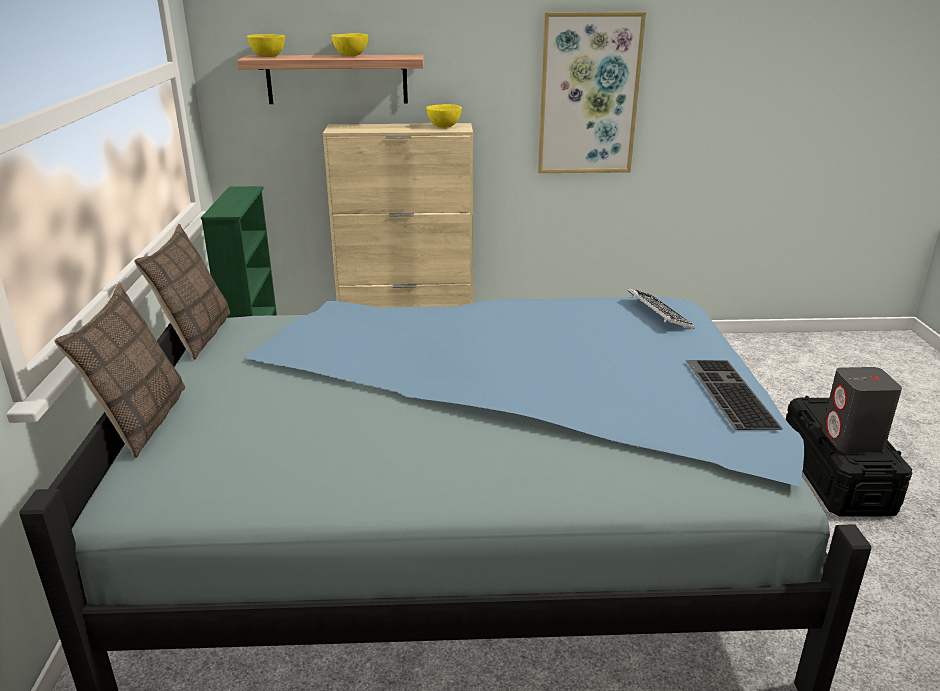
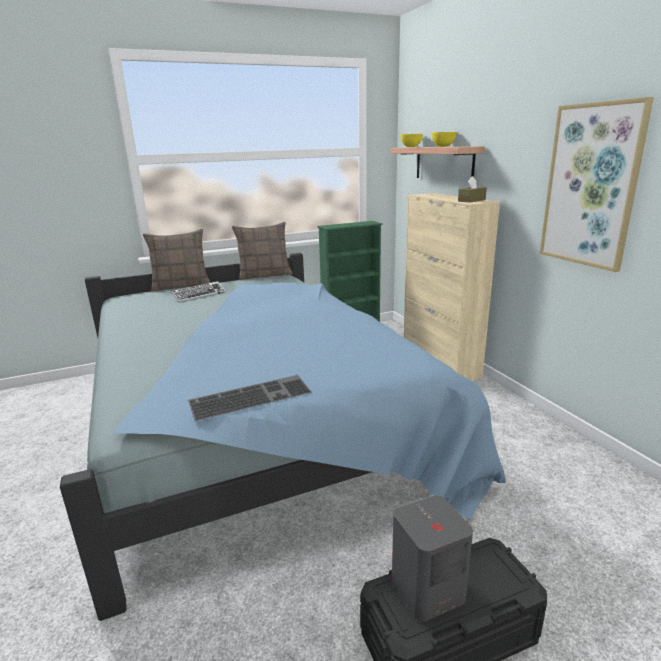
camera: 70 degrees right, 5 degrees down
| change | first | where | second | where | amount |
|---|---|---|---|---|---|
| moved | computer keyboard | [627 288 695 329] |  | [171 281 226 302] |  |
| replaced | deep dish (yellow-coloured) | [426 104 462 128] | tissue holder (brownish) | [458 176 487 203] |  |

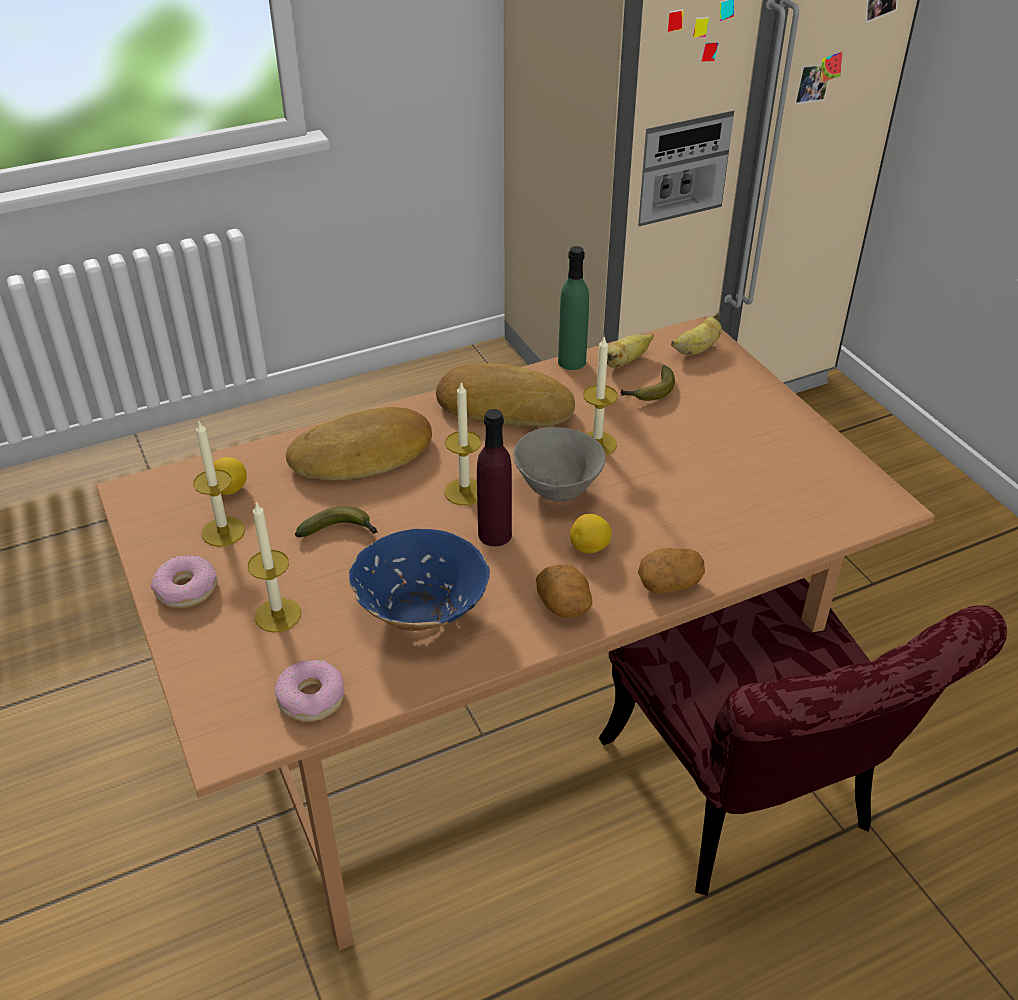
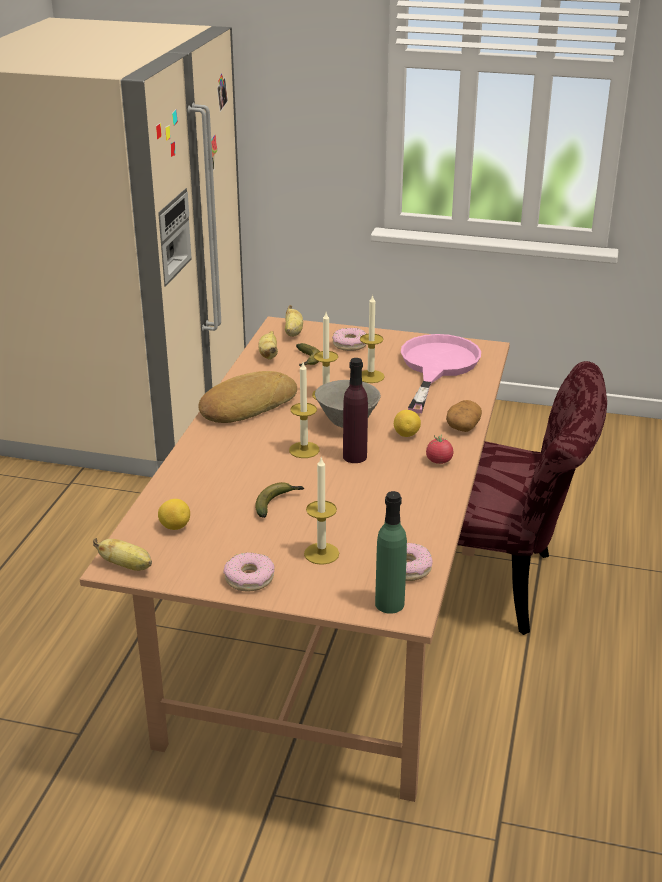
camera: 50 degrees left, 10 degrees down
| change | first | where | second | where | amount |
|---|---|---|---|---|---|
| added |  |  | whole banana | [93 538 152 571] |  |
| added |  |  | ring doughnut | [332 328 367 351] |  |
| moved | candle | [193 422 245 547] |  | [360 294 385 383] |  |
| moved | drink bottle (greenish) | [558 246 589 370] |  | [375 491 407 614] |  |
| added |  |  | skillet (pinkish) | [401 334 481 413] |  |
| replaced | whole potato | [536 565 592 618] | tomato | [426 434 453 464] |  |
| removed | baked bread | [286 407 432 480] |  |  |  |
| removed | deep dish (blue) | [349 529 490 631] |  |  |  |

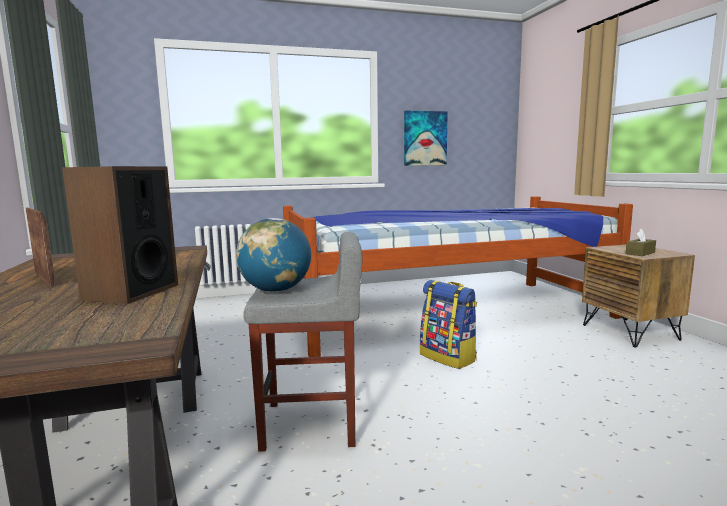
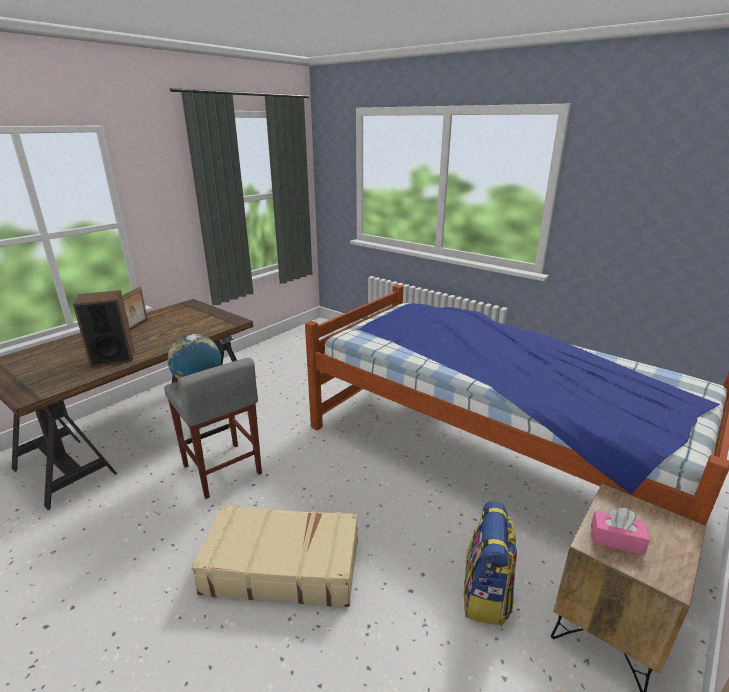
camera: 55 degrees right, 15 degrees up
| change | first | where | second | where | amount |
|---|---|---|---|---|---|
| added |  |  | piece of luggage (beige) | [191 505 358 607] |  |
| moved | backpack | [420 280 477 369] |  | [464 501 517 626] |  |
| recoloured | tissue holder (brownish) | [626 228 656 256] | tissue holder (pinkish) | [591 508 650 555] |  |
| removed | picture | [404 111 448 166] |  |  |  |

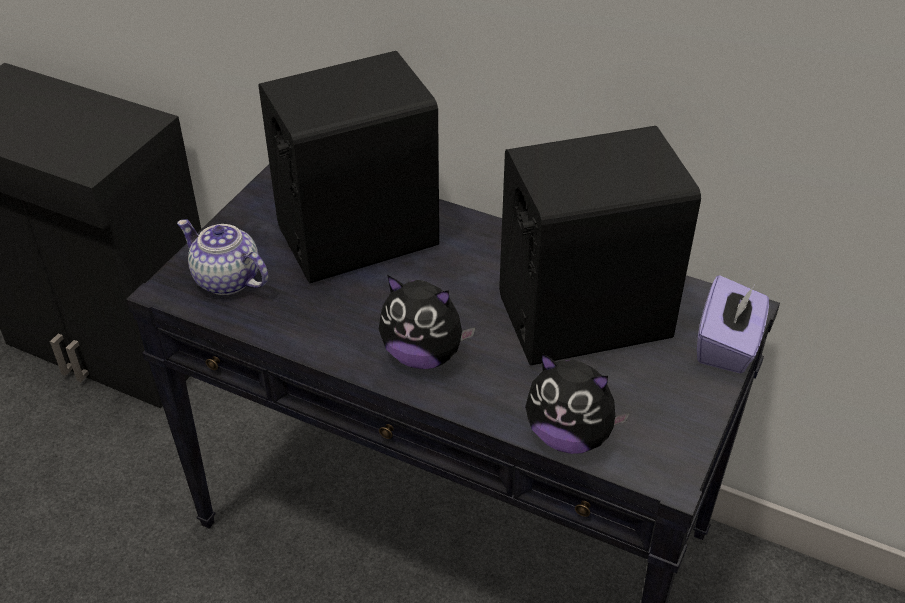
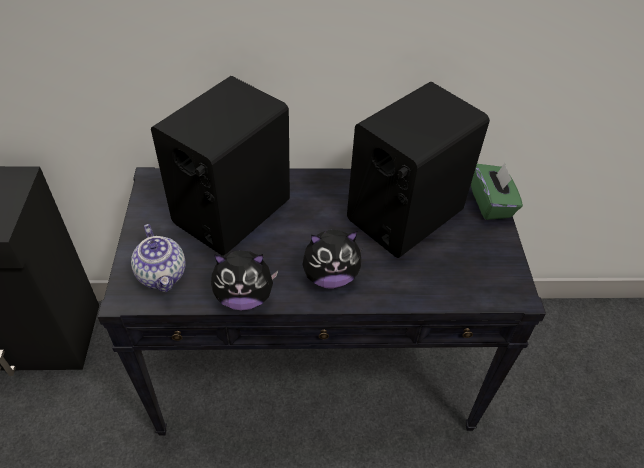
camera: 30 degrees left, 5 degrees up
| change | first | where | second | where | amount |
|---|---|---|---|---|---|
| turned | tea pot | [177 219 268 295] |  | [131 224 186 292] | 120 degrees counterclockwise |
| moved | soft toy | [525 353 630 454] |  | [211 250 278 311] |  |
| recoloured | tissue holder (purple-coloured) | [697 275 769 373] | tissue holder (greenish) | [471 163 523 220] |  |

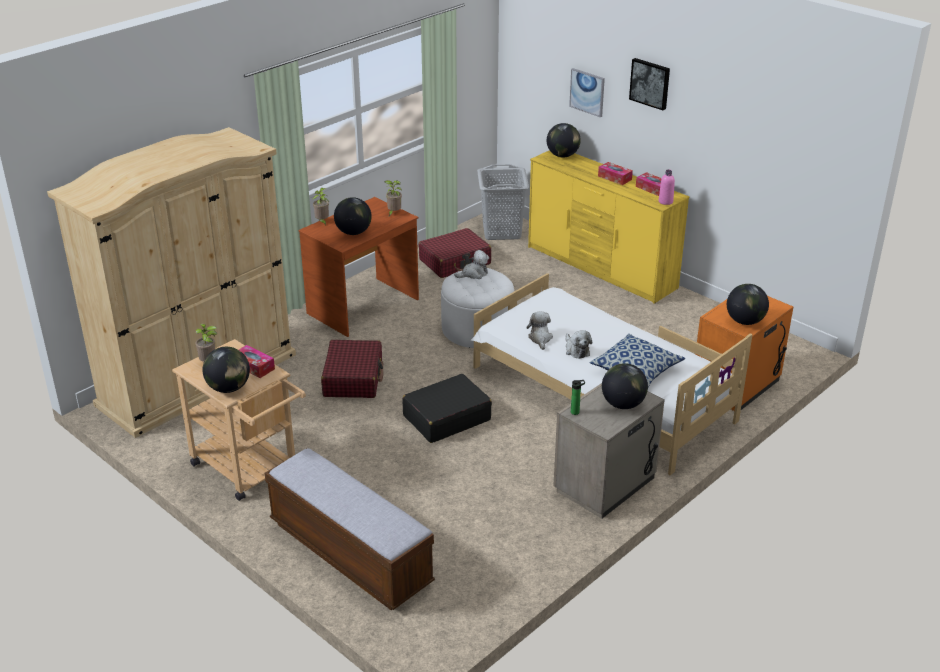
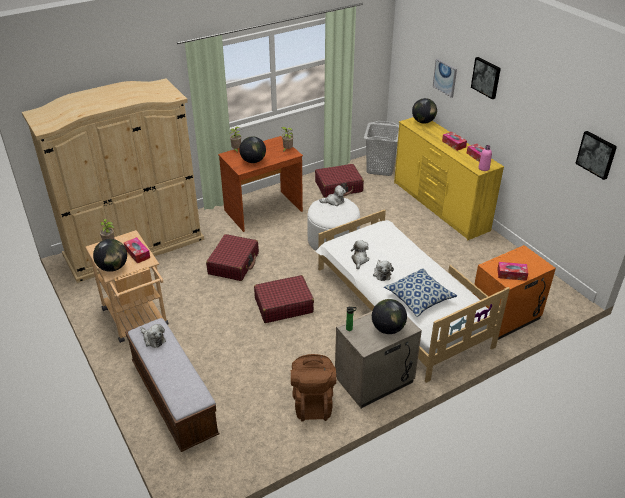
camera: 15 degrees right, 5 degrees up
| change | first | where | second | where | amount |
|---|---|---|---|---|---|
| added |  |  | soft toy | [141 324 166 348] |  |
| recoloured | piece of luggage (black-coloured) | [403 374 492 443] | piece of luggage (reddish) | [254 275 314 323] |  |
| added |  |  | backpack (brownish) | [291 354 336 422] |  |
| replaced | globe | [727 284 769 325] | tissue holder | [497 262 528 281] |  |
| added |  |  | picture | [575 131 617 180] |  |

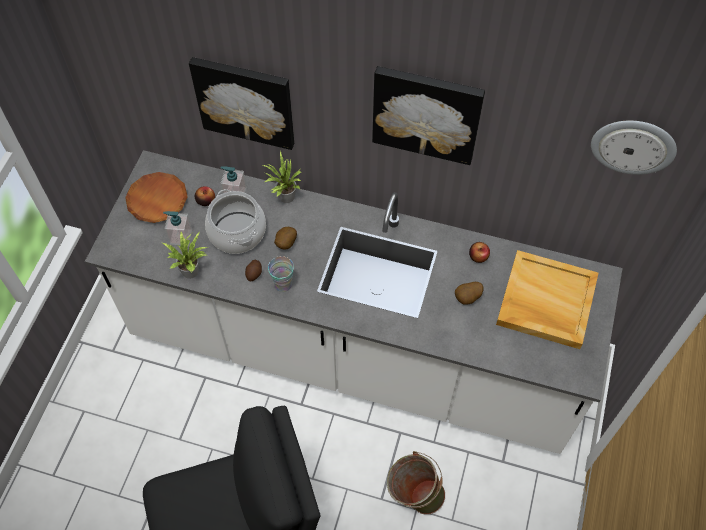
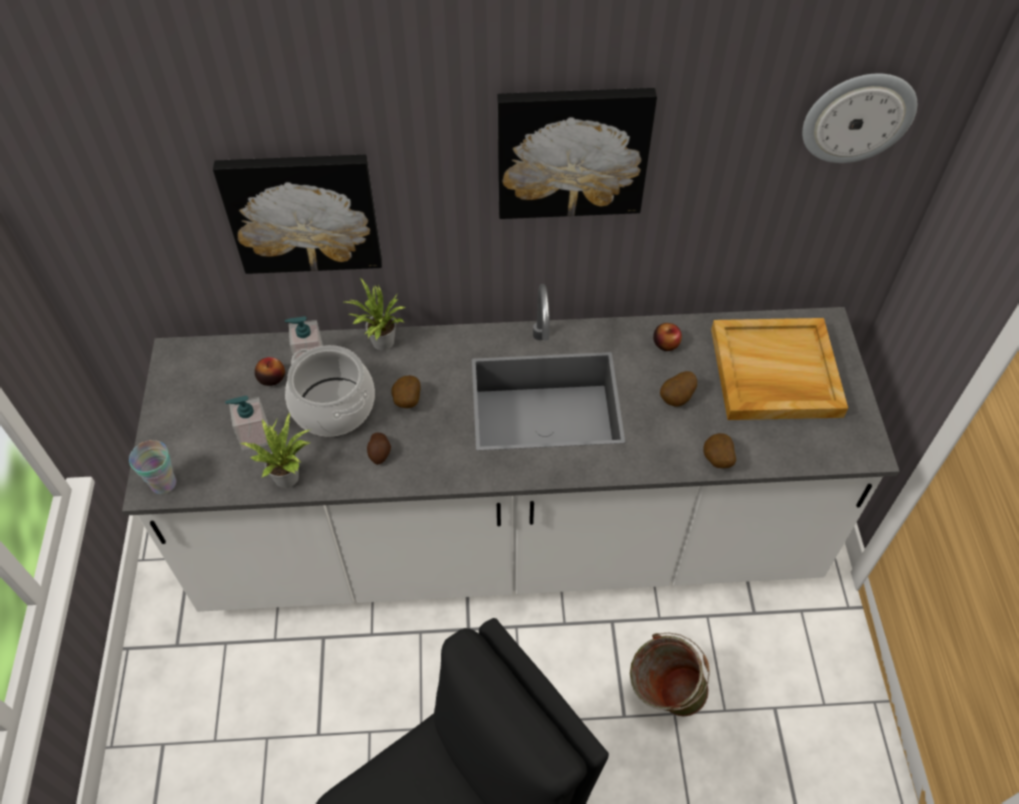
camera: 20 degrees left, 5 degrees down
| change | first | where | second | where | amount |
|---|---|---|---|---|---|
| moved | small cup | [268 256 294 292] |  | [129 440 176 494] |  |
| added |  |  | whole potato | [703 433 736 468] |  |
| removed | flat dish (brownish) | [125 172 188 223] |  |  |  |

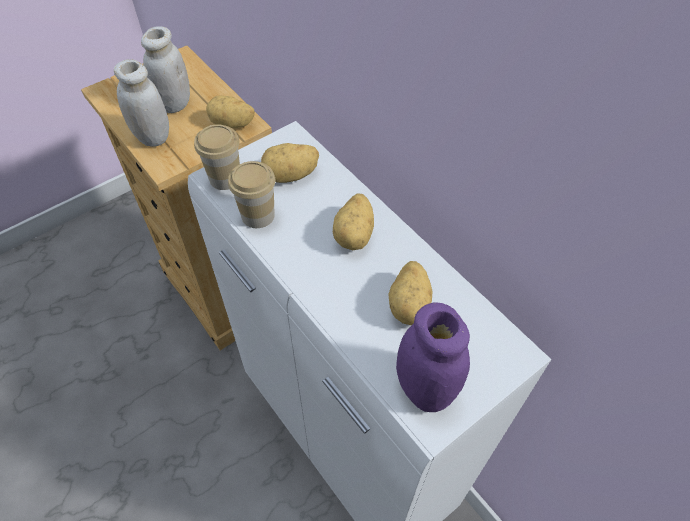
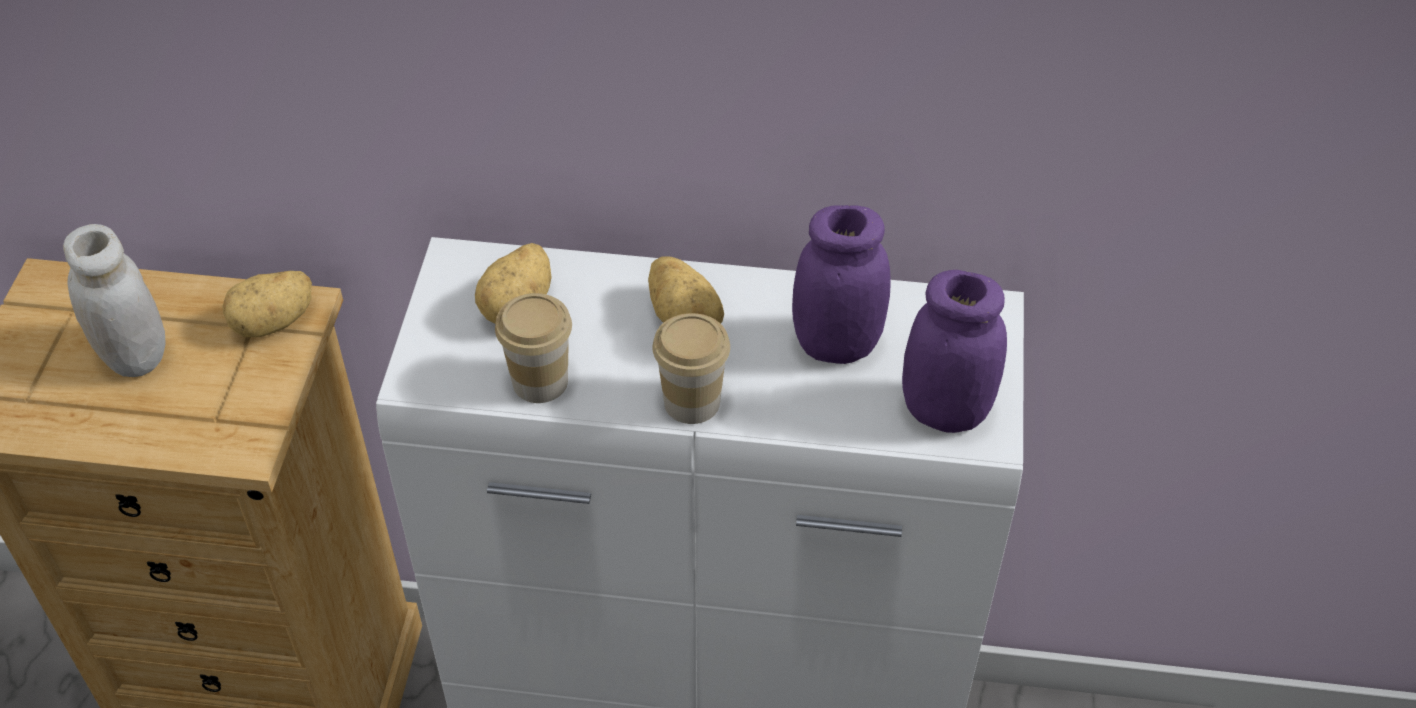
camera: 45 degrees left, 5 degrees down
| change | first | where | second | where | amount |
|---|---|---|---|---|---|
| moved | small cup | [194 124 240 190] |  | [653 313 730 424] |  |
| replaced | whole potato | [388 261 432 325] | preserve jar (purple-coloured) | [792 205 891 364] |  |
| removed | preserve jar (white-coloured) | [114 59 169 147] |  |  |  |

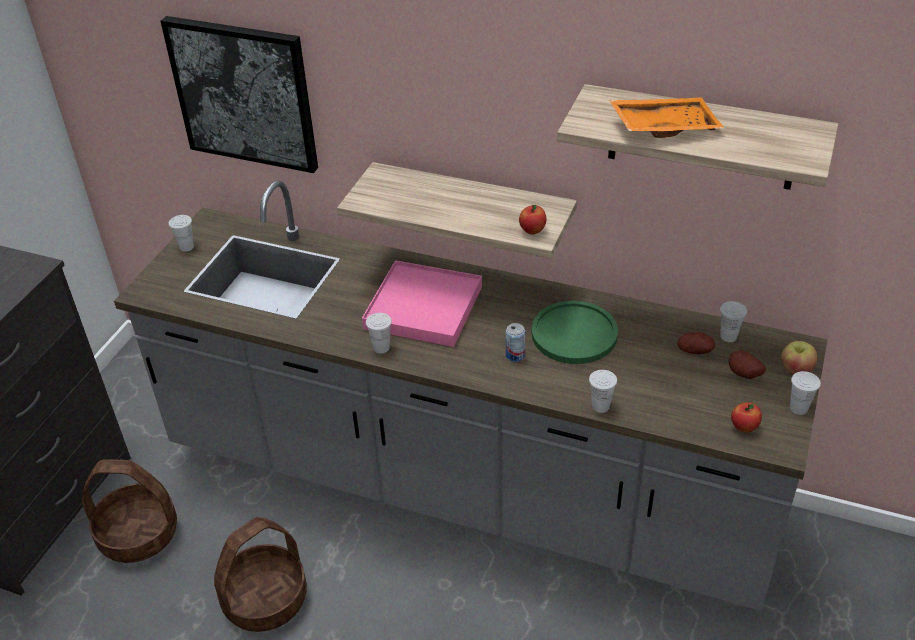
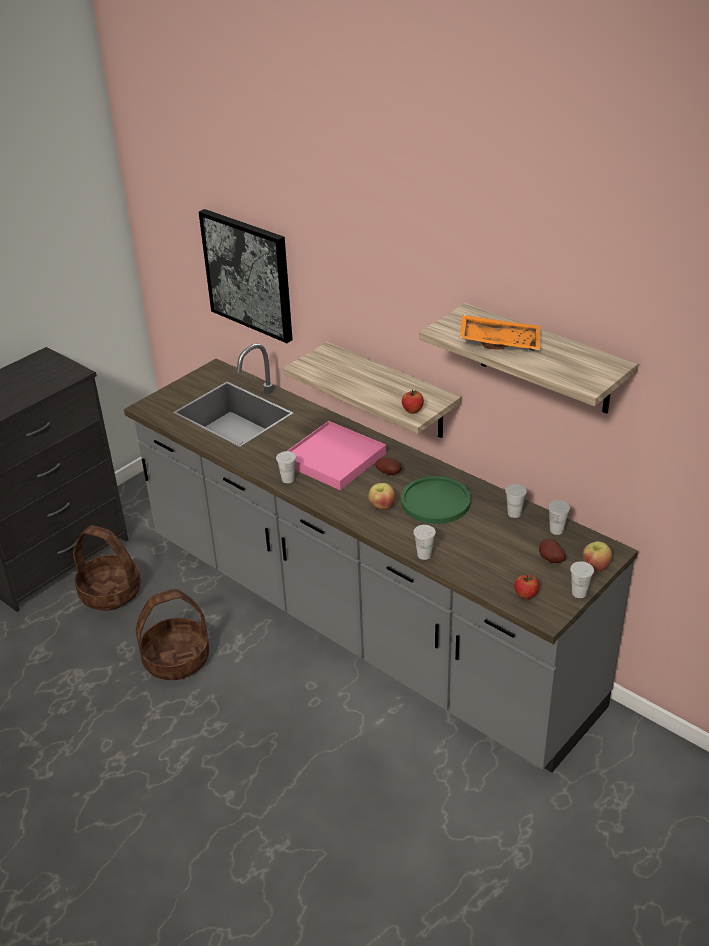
camera: 20 degrees right, 5 degrees down
| change | first | where | second | where | amount |
|---|---|---|---|---|---|
| replaced | metal can | [506 323 525 362] | apple | [368 483 395 510] |  |
| moved | whole potato | [678 332 715 355] |  | [375 457 402 475] |  |
| moved | small cup (white-coloured) | [169 215 194 252] |  | [505 484 527 518] |  |

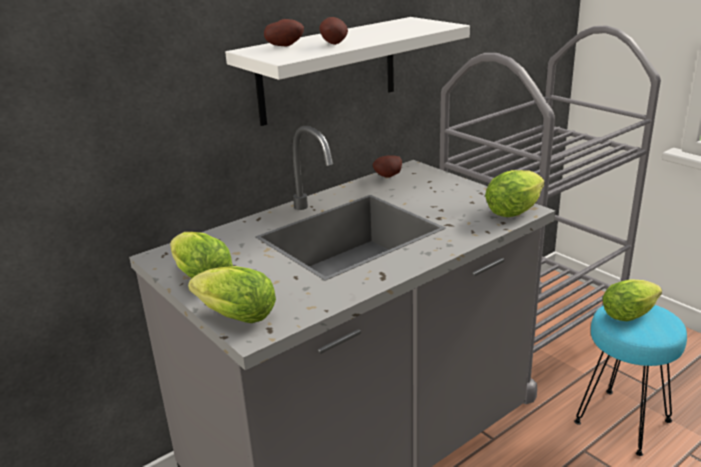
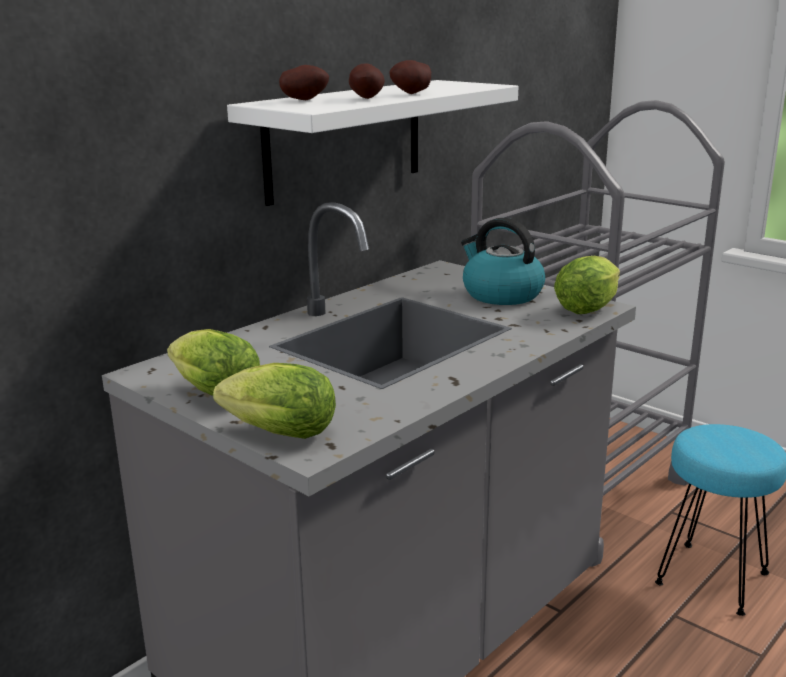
camera: 10 degrees left, 5 degrees down
| change | first | where | second | where | amount |
|---|---|---|---|---|---|
| moved | whole potato | [373 155 402 178] |  | [389 60 431 94] |  |
| added |  |  | tea kettle | [461 218 545 305] |  |
| removed | head of lettuce | [602 279 662 321] |  |  |  |

